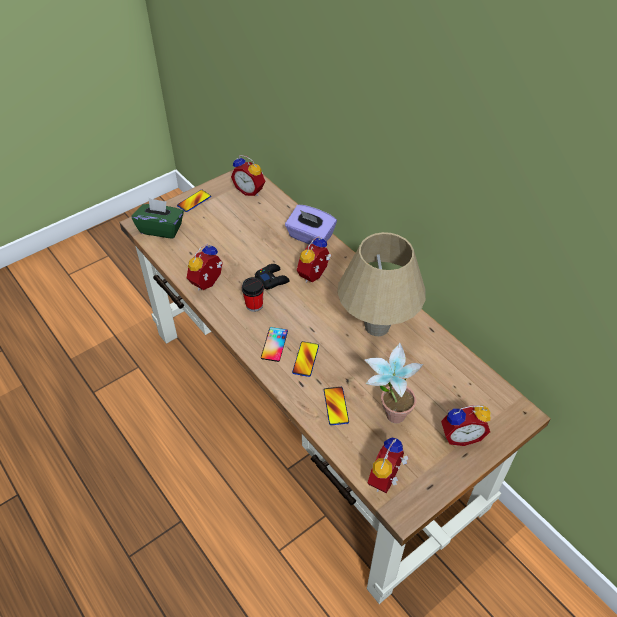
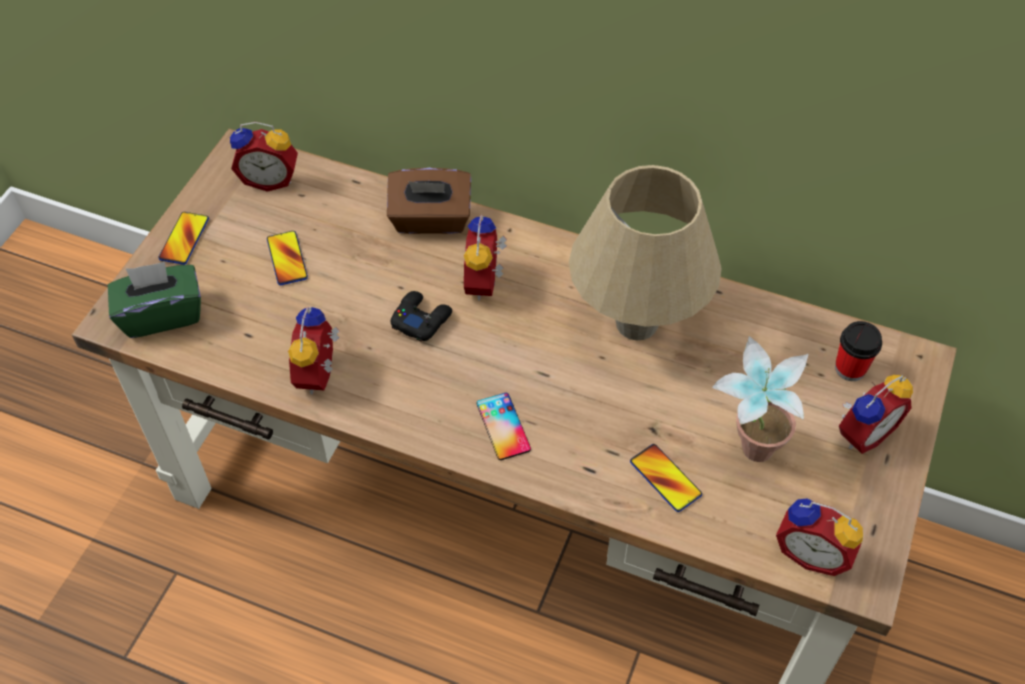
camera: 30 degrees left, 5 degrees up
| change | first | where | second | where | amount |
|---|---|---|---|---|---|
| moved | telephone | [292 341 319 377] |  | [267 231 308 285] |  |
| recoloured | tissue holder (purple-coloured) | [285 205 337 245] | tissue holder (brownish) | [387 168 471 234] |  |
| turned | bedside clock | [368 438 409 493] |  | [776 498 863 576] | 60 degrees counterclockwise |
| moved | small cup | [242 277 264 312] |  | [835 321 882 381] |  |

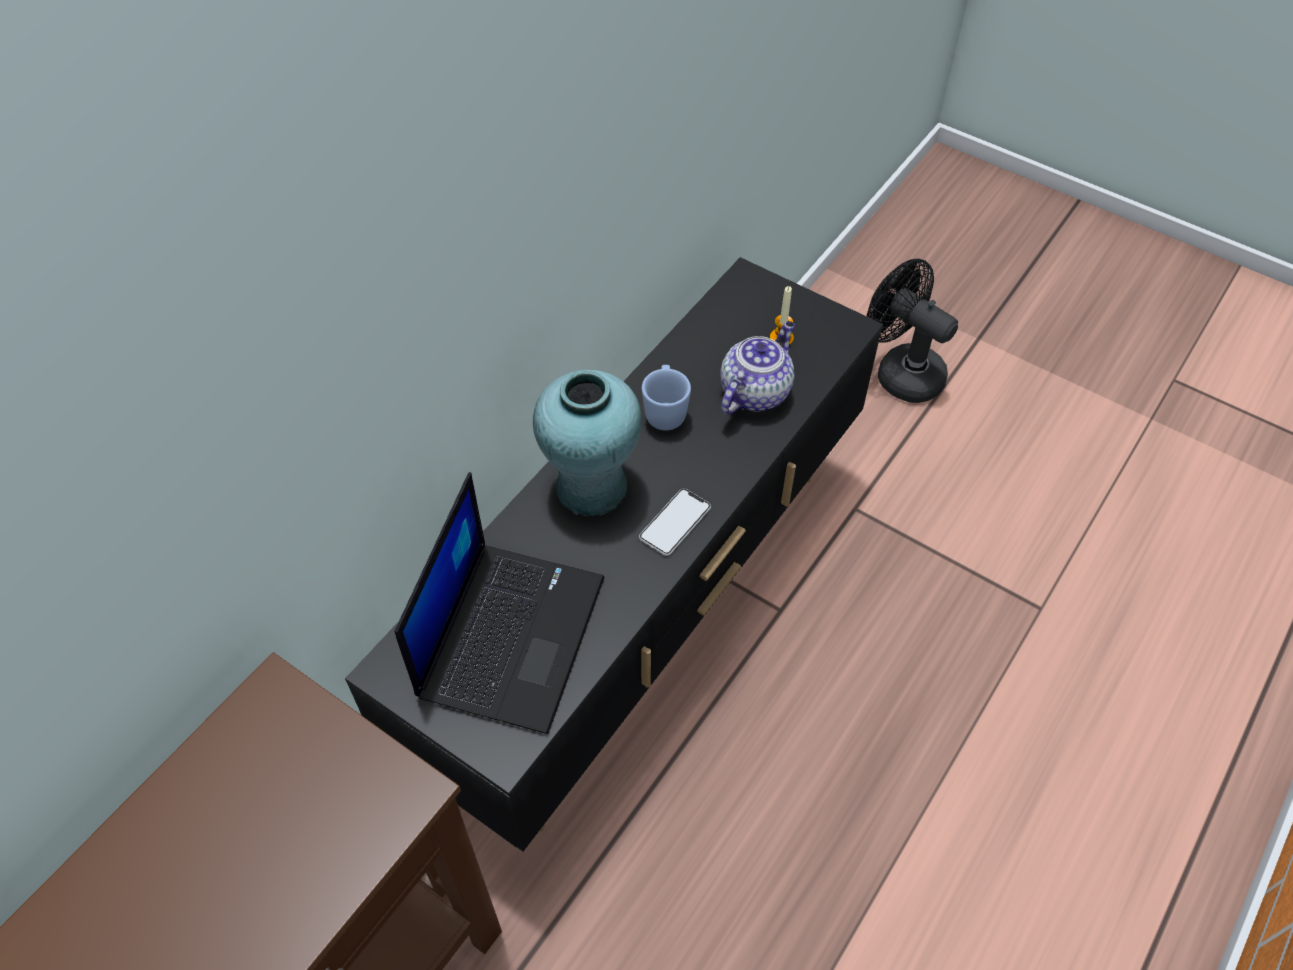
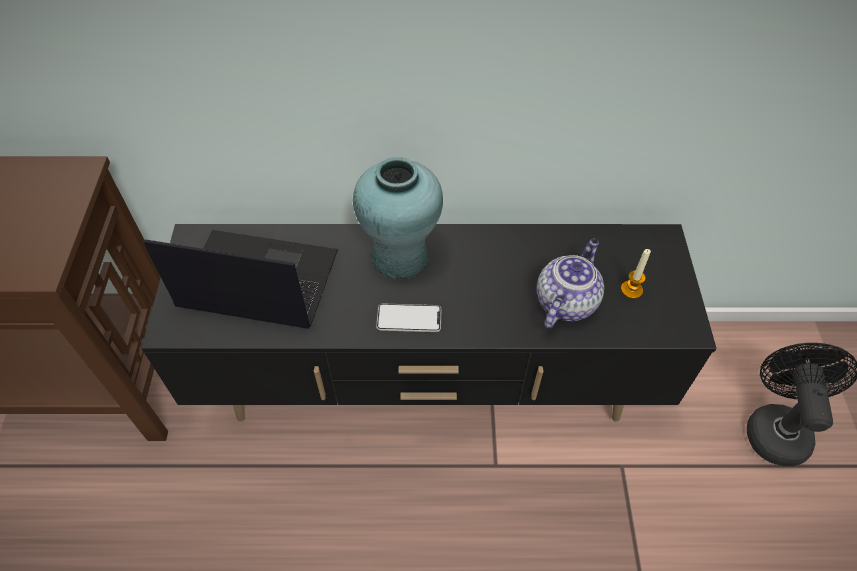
camera: 55 degrees right, 0 degrees up
| change | first | where | second | where | amount |
|---|---|---|---|---|---|
| turned | notebook computer | [395 472 604 734] |  | [143 230 338 329] | 150 degrees counterclockwise |
| turned | tea pot | [720 321 795 415] |  | [537 238 604 328] | 60 degrees counterclockwise |
| removed | tea mug (blue) | [642 365 691 431] |  |  |  |

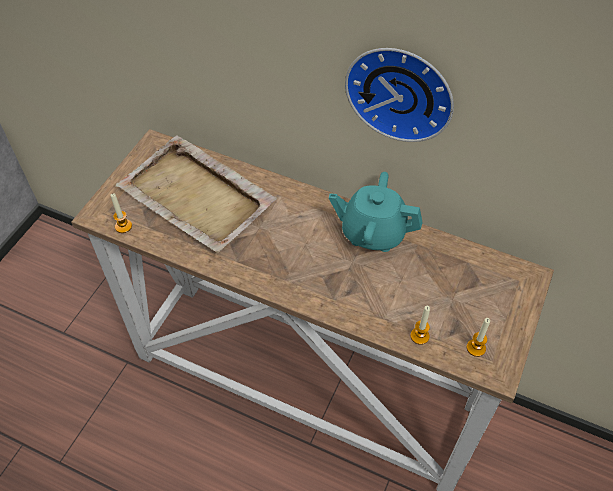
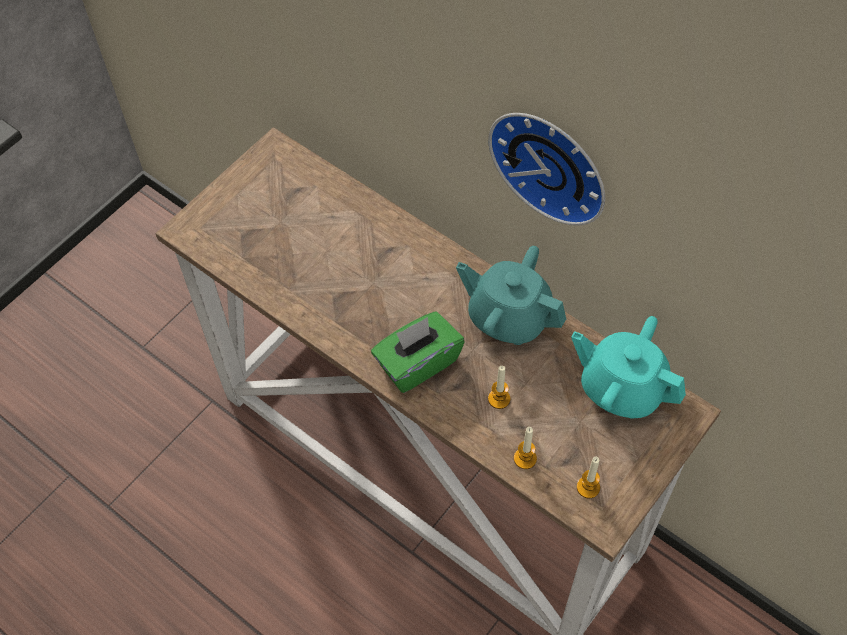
camera: 15 degrees right, 5 degrees up
| change | first | where | second | where | amount |
|---|---|---|---|---|---|
| added |  |  | tissue holder (greenish) | [371 312 465 393] |  |
| moved | candle | [110 194 132 233] |  | [488 366 510 409] |  |
| added |  |  | tea pot (blue-green) | [571 316 686 419] |  |
| removed | tray (beige) | [116 135 277 253] |  |  |  |

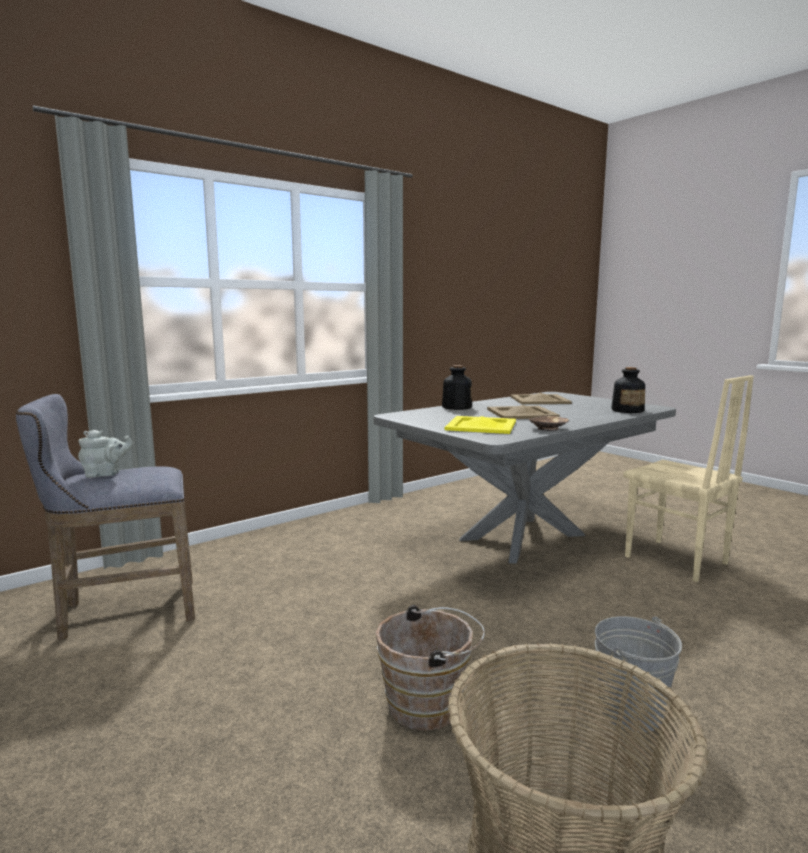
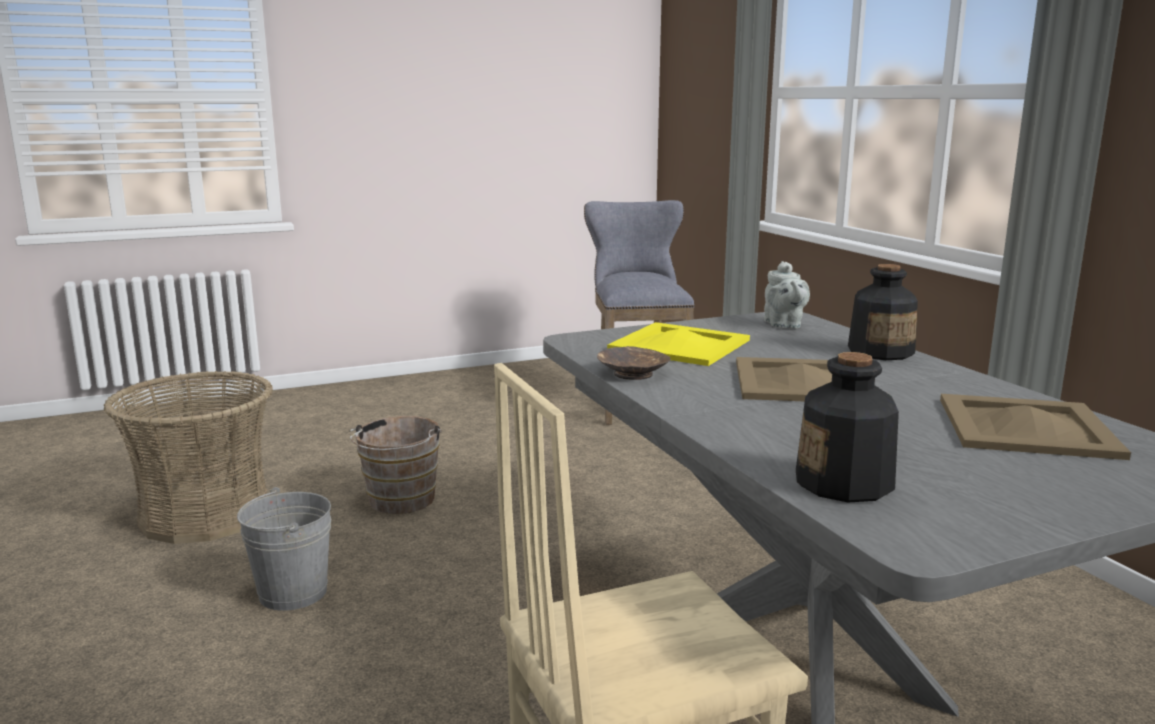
camera: 105 degrees right, 5 degrees up
| change | first | where | second | where | amount |
|---|---|---|---|---|---|
| moved | tea pot (grey) | [78 430 133 478] |  | [764 261 810 329] |  |

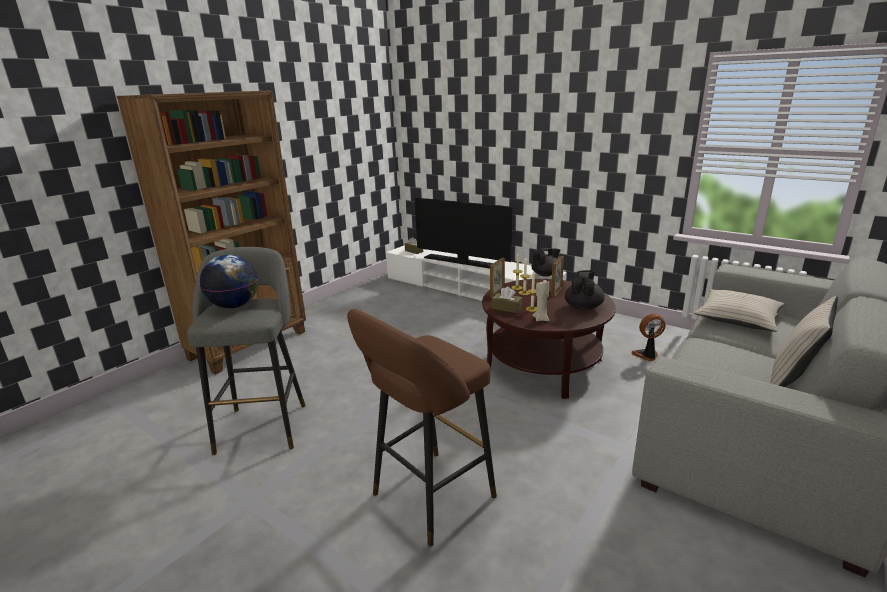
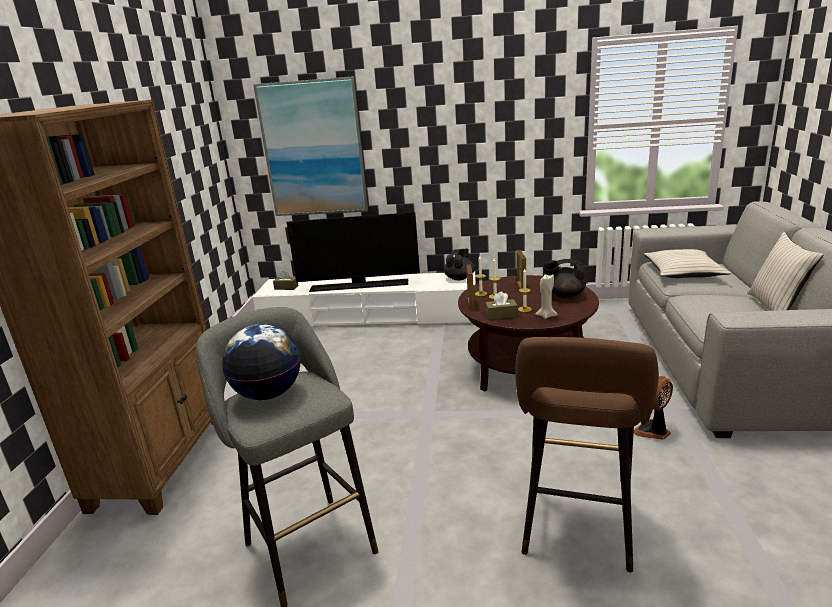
camera: 30 degrees left, 0 degrees up
| change | first | where | second | where | amount |
|---|---|---|---|---|---|
| added |  |  | picture | [253 76 368 216] |  |
| turned | tea pot (black-coloured) | [565 270 605 310] |  | [542 259 586 298] | 75 degrees counterclockwise |
| moved | cooling fan | [632 314 665 361] |  | [634 376 673 440] |  |

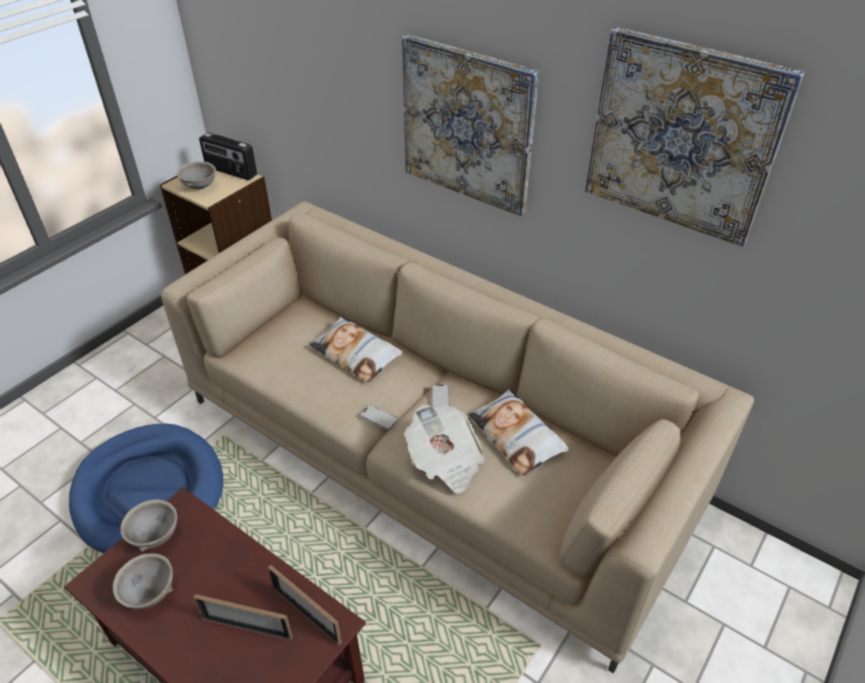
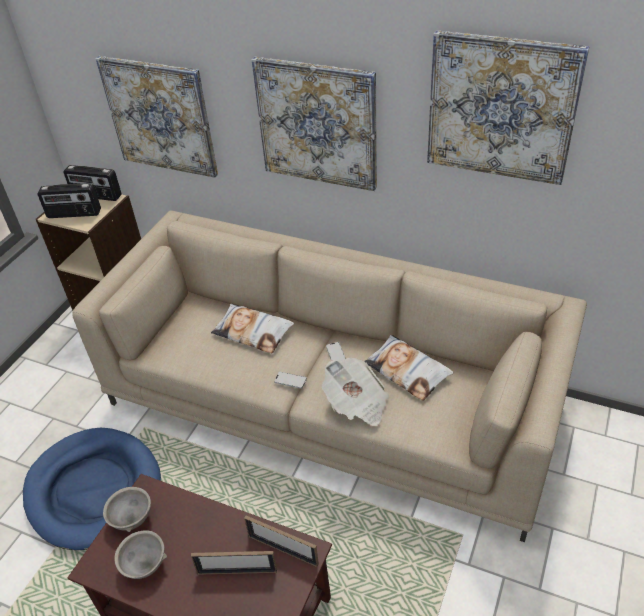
camera: 10 degrees left, 0 degrees up
| change | first | where | second | where | amount |
|---|---|---|---|---|---|
| replaced | deep dish (grey) | [177 161 216 189] | radio | [37 183 101 218] |  |
| added |  |  | picture | [96 56 218 178] |  |

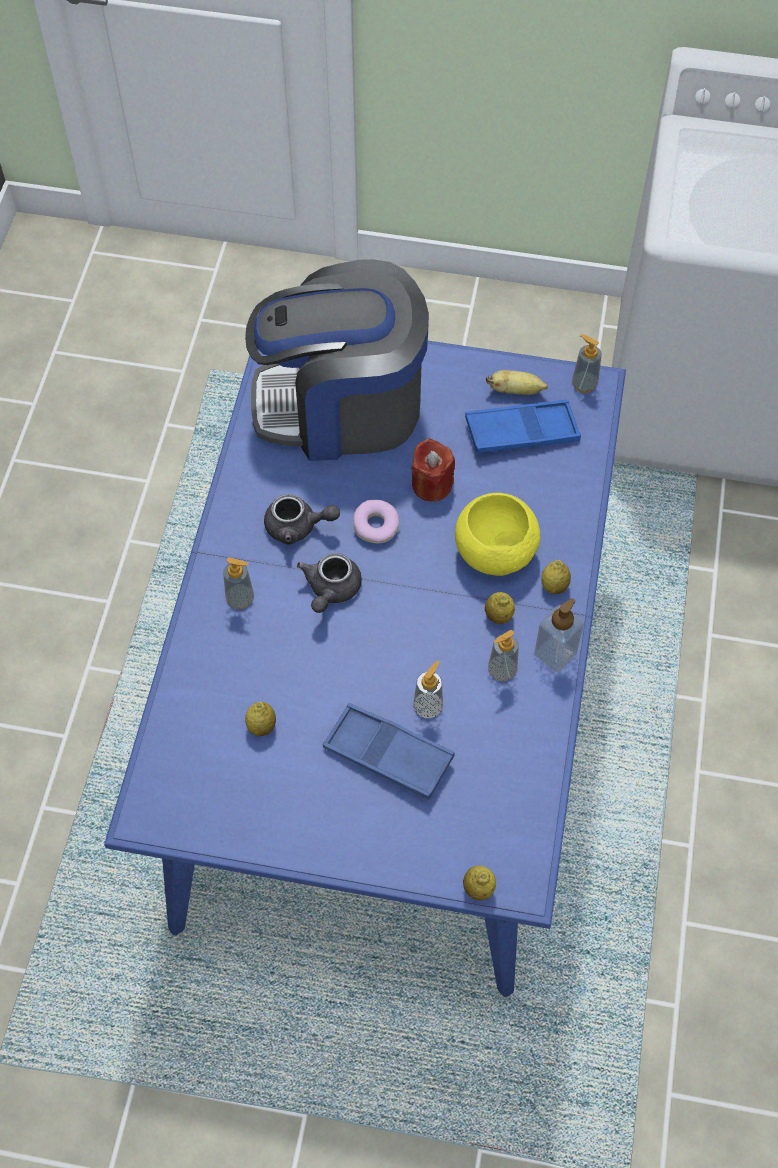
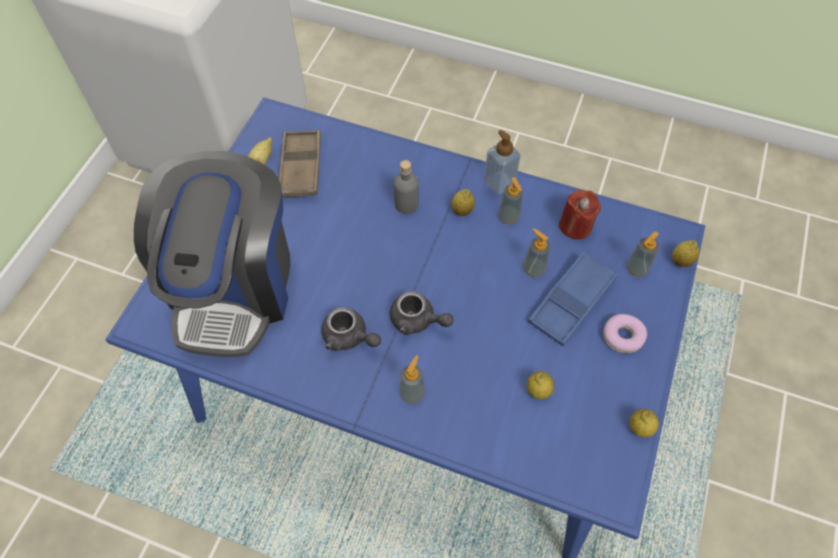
camera: 80 degrees left, 0 degrees up
| change | first | where | second | where | amount |
|---|---|---|---|---|---|
| recoloured | tray (blue) | [465 400 581 453] | tray (brownish) | [279 129 321 197] |  |
| turned | tea pot (grey) | [264 494 340 544] |  | [321 307 381 351] | 105 degrees clockwise |
| replaced | deep dish (yellow-coloured) | [455 493 540 576] | drink bottle (grey) | [394 160 419 214] |  |
| moved | candle (reddish) | [411 438 455 502] |  | [558 190 601 239] |  |
| moved | ring doughnut | [353 500 399 544] |  | [603 314 647 353] |  |
| moved | soap bottle | [572 334 602 393] |  | [627 232 659 277] |  |
| moved | citrus fruit | [542 560 571 594] |  | [630 409 659 438] |  |

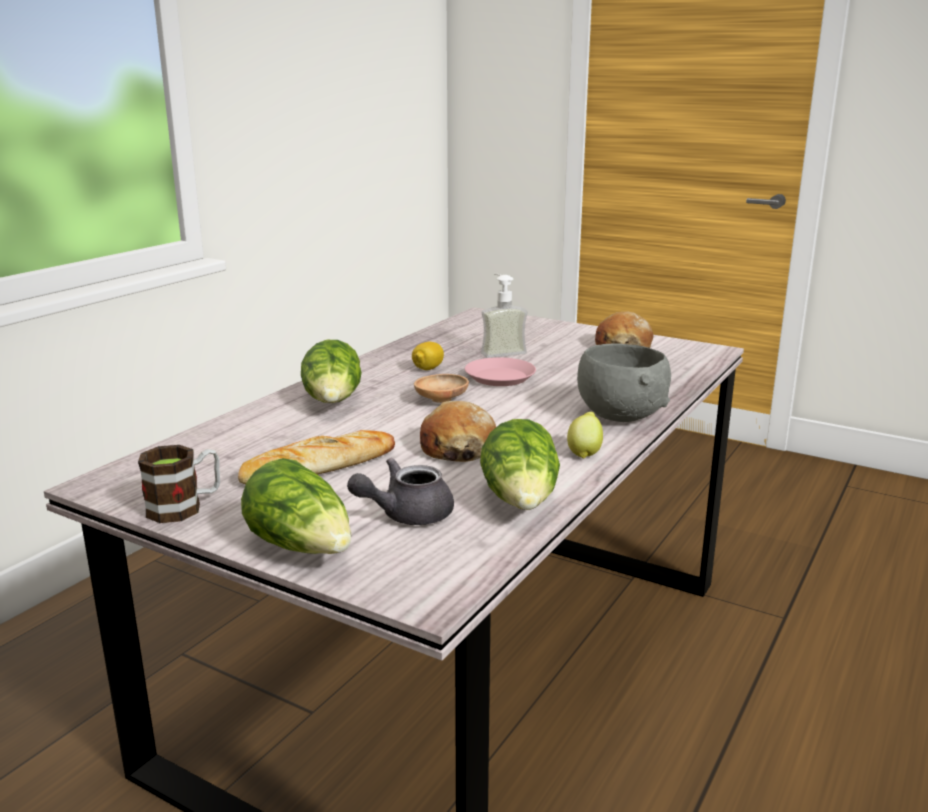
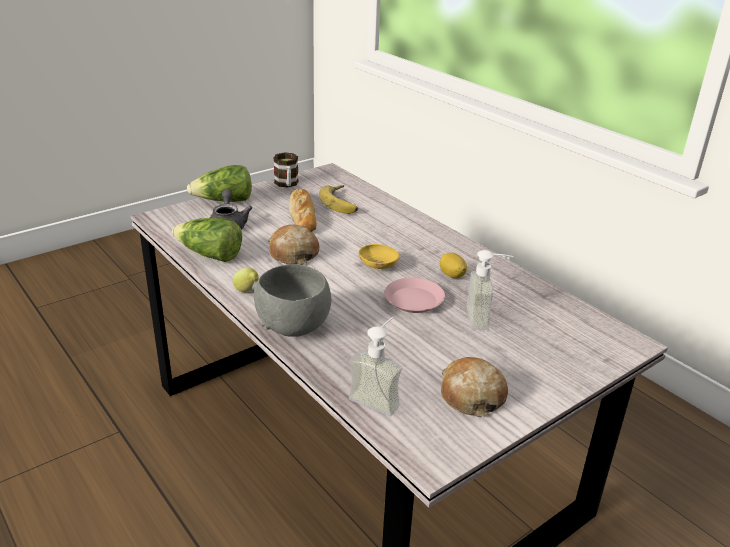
camera: 110 degrees right, 10 degrees up
| change | first | where | second | where | amount |
|---|---|---|---|---|---|
| added |  |  | whole banana | [319 185 358 214] |  |
| added |  |  | soap bottle | [348 317 402 416] |  |
| recoloured | deep dish (brownish) | [414 374 469 403] | deep dish (yellow-coloured) | [358 244 399 270] |  |
| removed | head of lettuce | [301 340 361 403] |  |  |  |

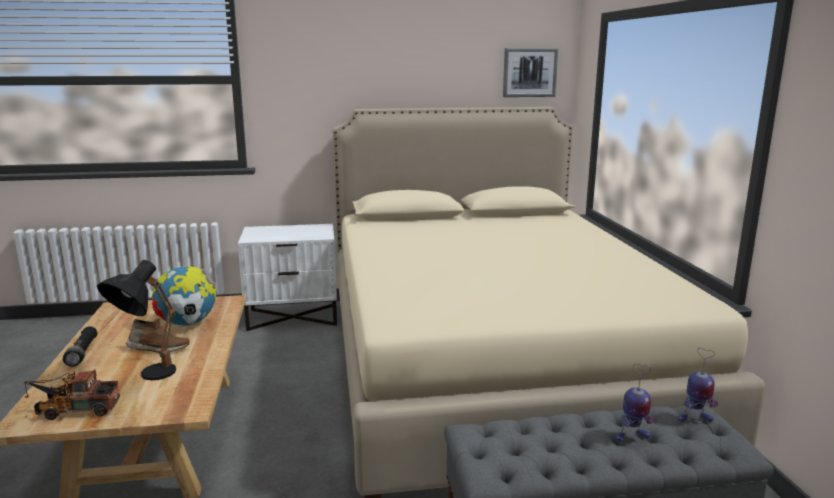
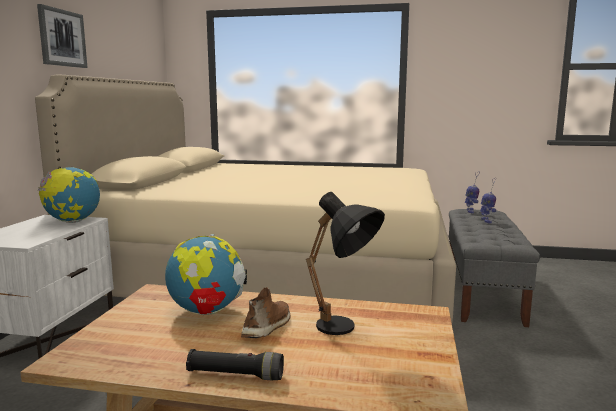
camera: 70 degrees left, 5 degrees down
| change | first | where | second | where | amount |
|---|---|---|---|---|---|
| moved | picture | [503 48 558 97] |  | [37 4 87 68] |  |
| added |  |  | globe | [38 167 100 223] |  |
| removed | toy truck | [25 369 120 420] |  |  |  |

